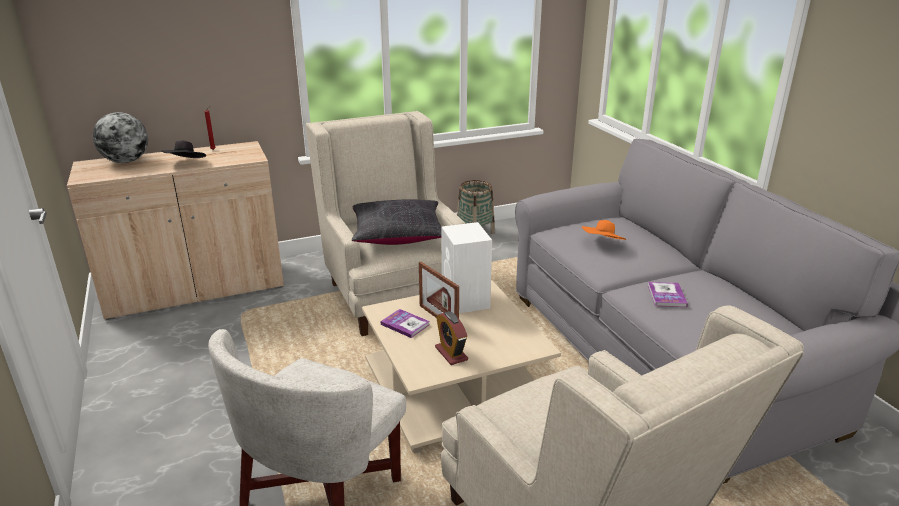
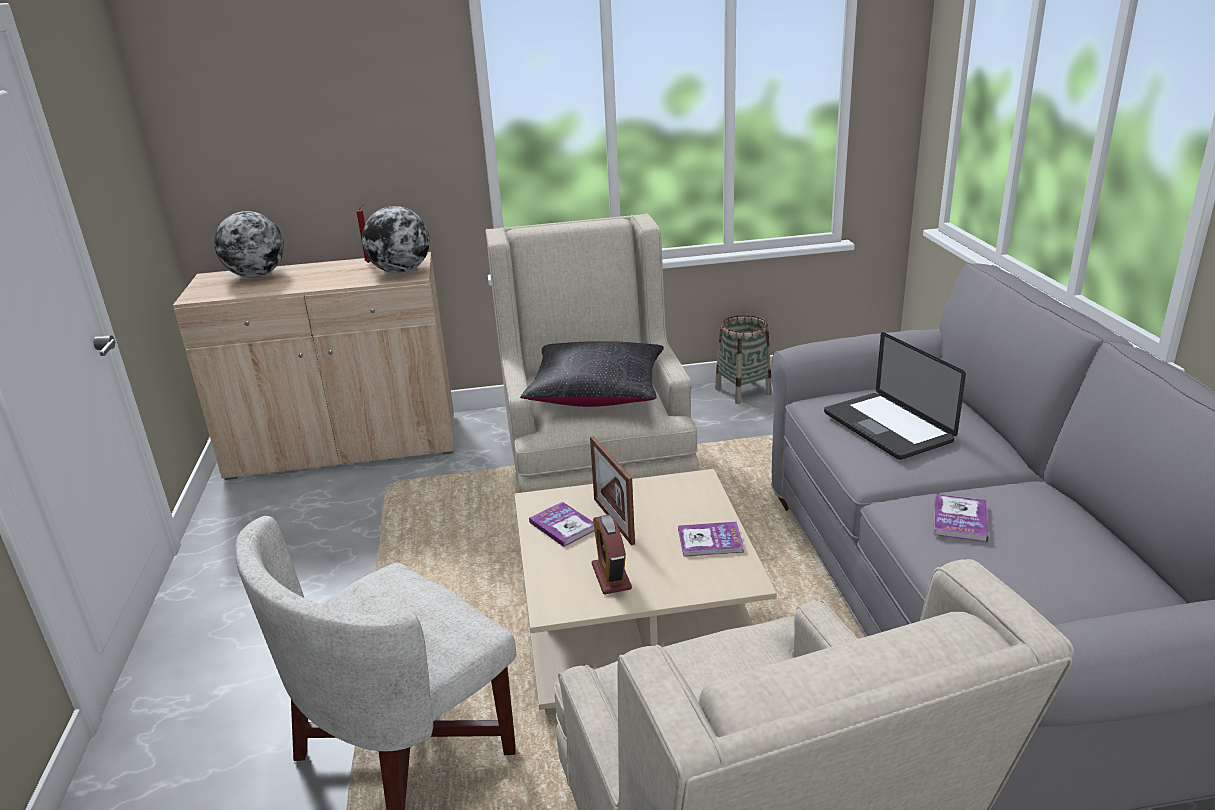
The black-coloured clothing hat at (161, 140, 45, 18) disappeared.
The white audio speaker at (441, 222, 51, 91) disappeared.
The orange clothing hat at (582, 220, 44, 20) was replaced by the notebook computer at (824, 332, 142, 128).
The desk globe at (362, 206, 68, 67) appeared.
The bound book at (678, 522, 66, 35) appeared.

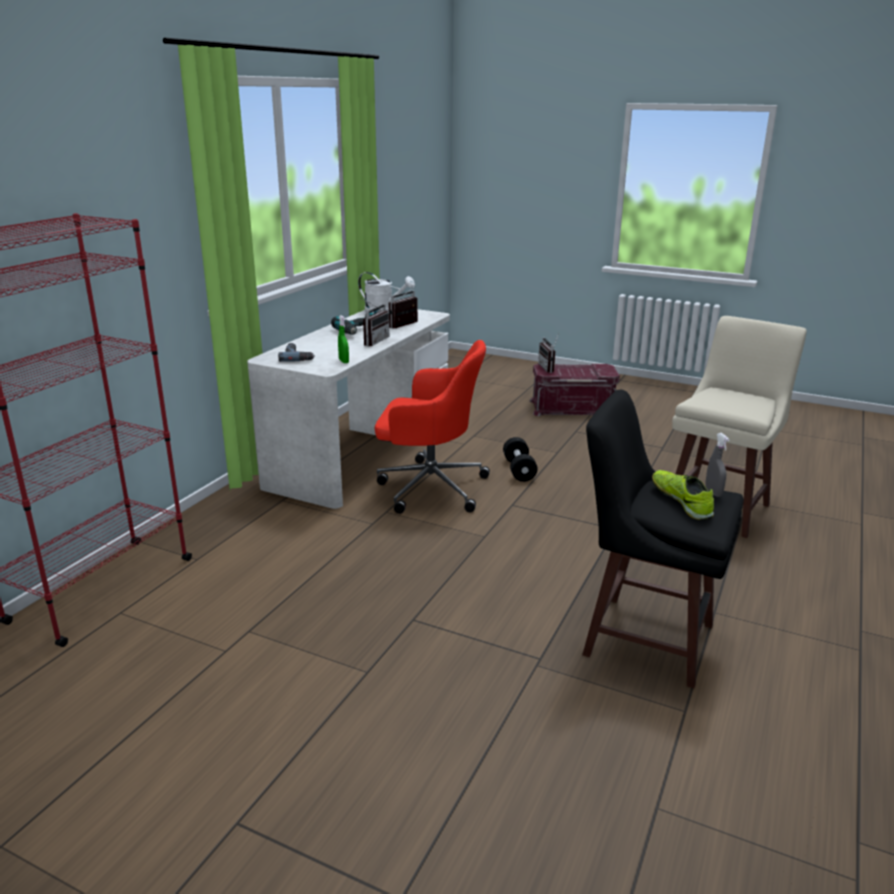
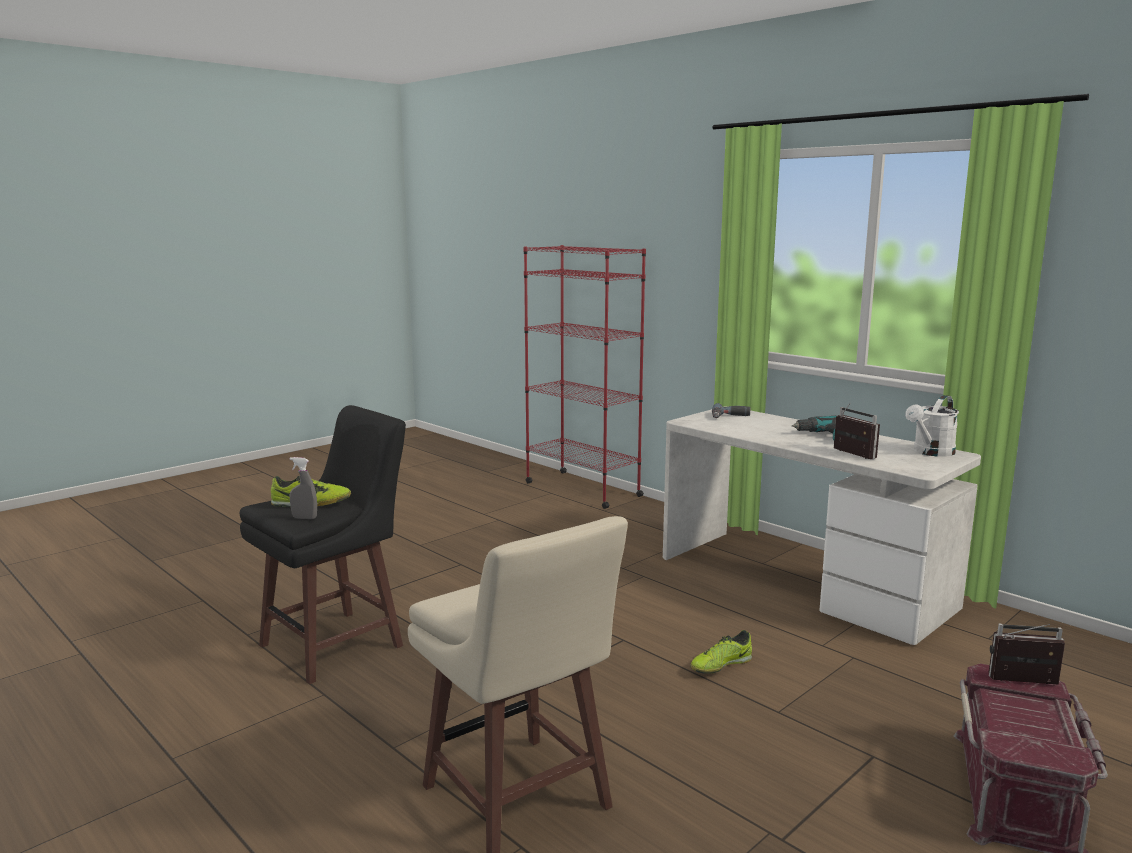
The greenish hand sprayer at (338, 315, 11, 48) disappeared.
The radio at (361, 298, 28, 49) disappeared.
The red office chair at (375, 340, 115, 174) disappeared.
The black-coloured free weight at (503, 437, 35, 45) was replaced by the item of footwear at (690, 630, 62, 44).

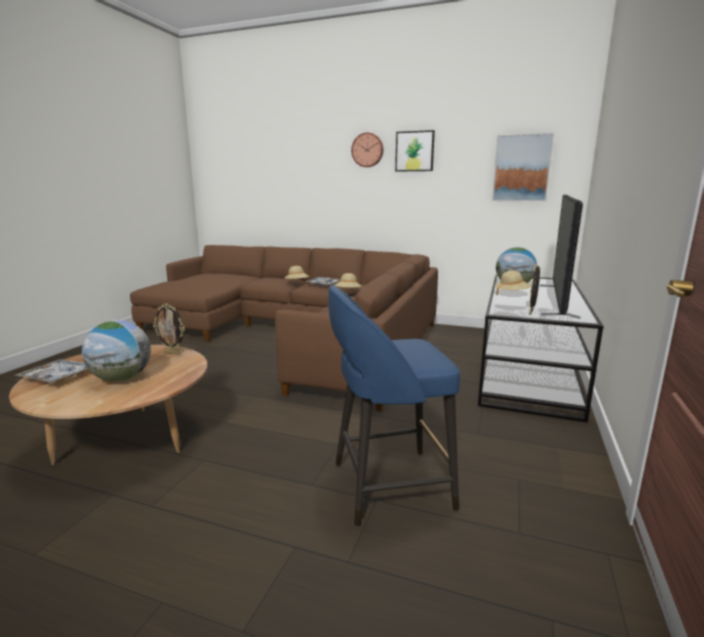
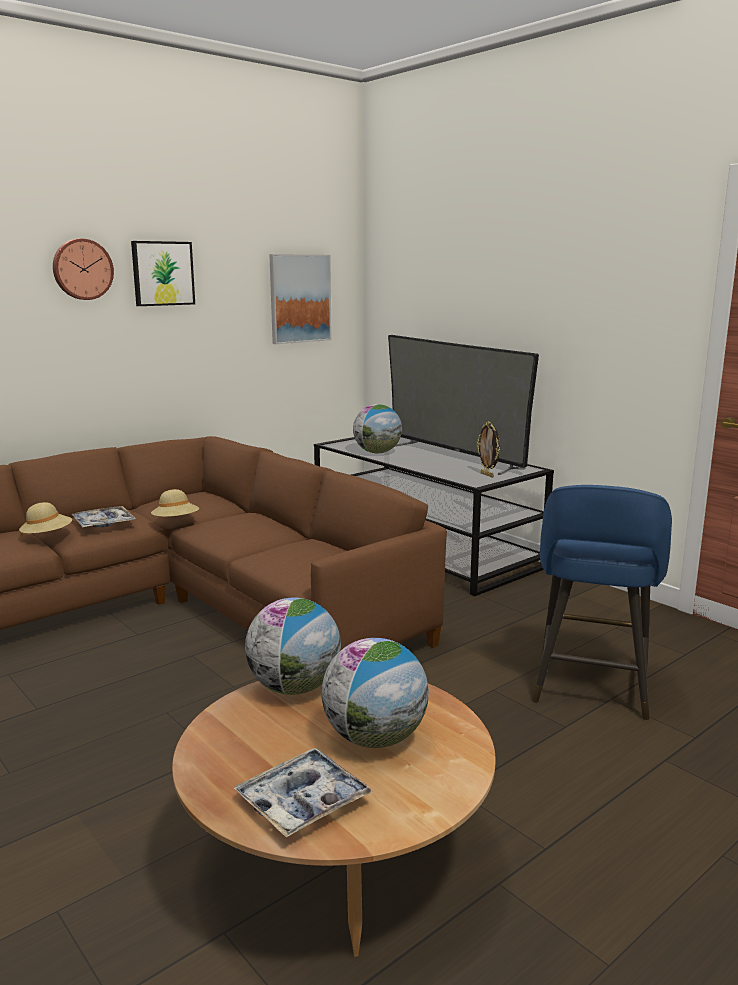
The photo frame at (153, 303, 32, 52) was replaced by the desk globe at (245, 597, 96, 98).
The beige clothing hat at (494, 271, 37, 24) disappeared.

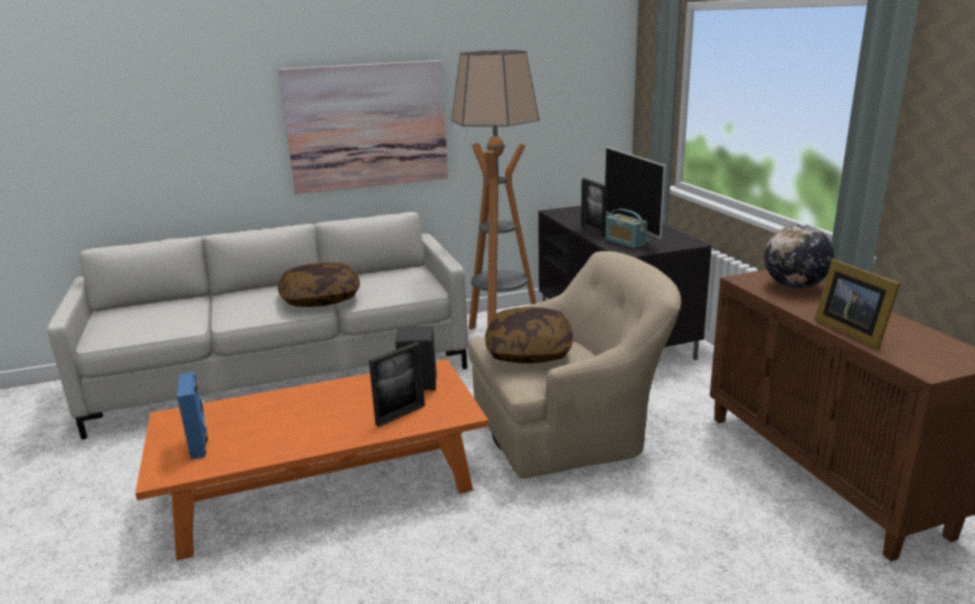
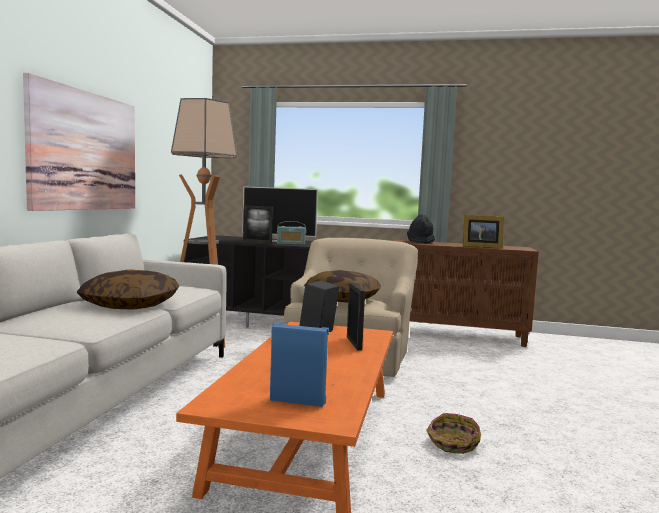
The desk globe at (764, 224, 70, 65) was replaced by the black-coloured clothing hat at (407, 214, 28, 30).
The basket at (426, 413, 55, 41) appeared.

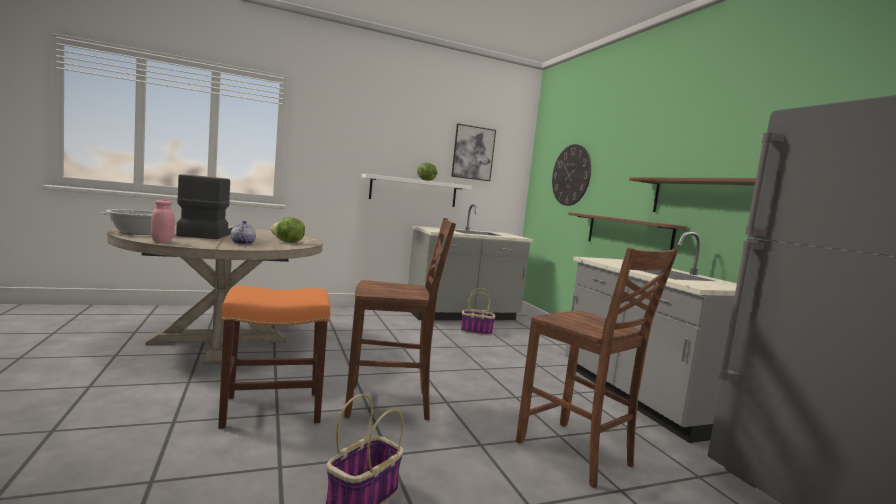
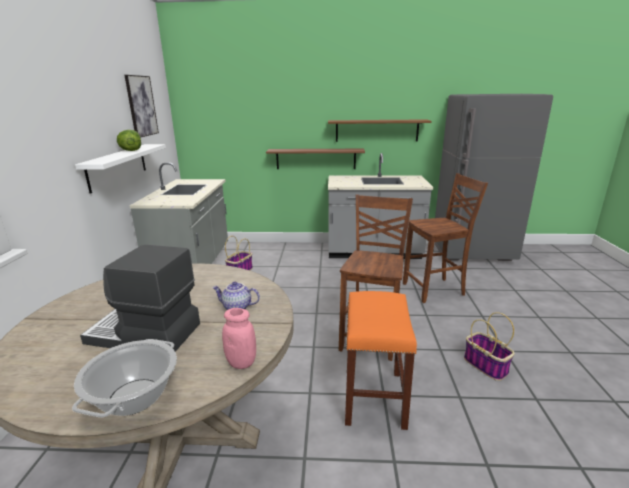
The head of lettuce at (271, 217, 34, 26) disappeared.
The wall clock at (552, 144, 39, 62) disappeared.

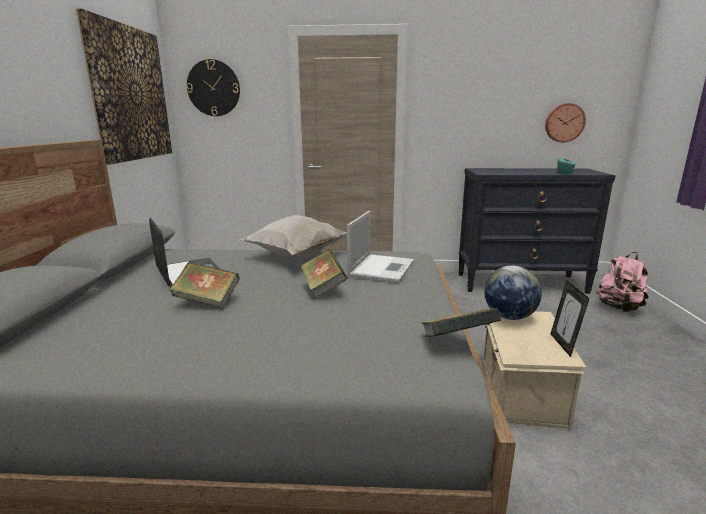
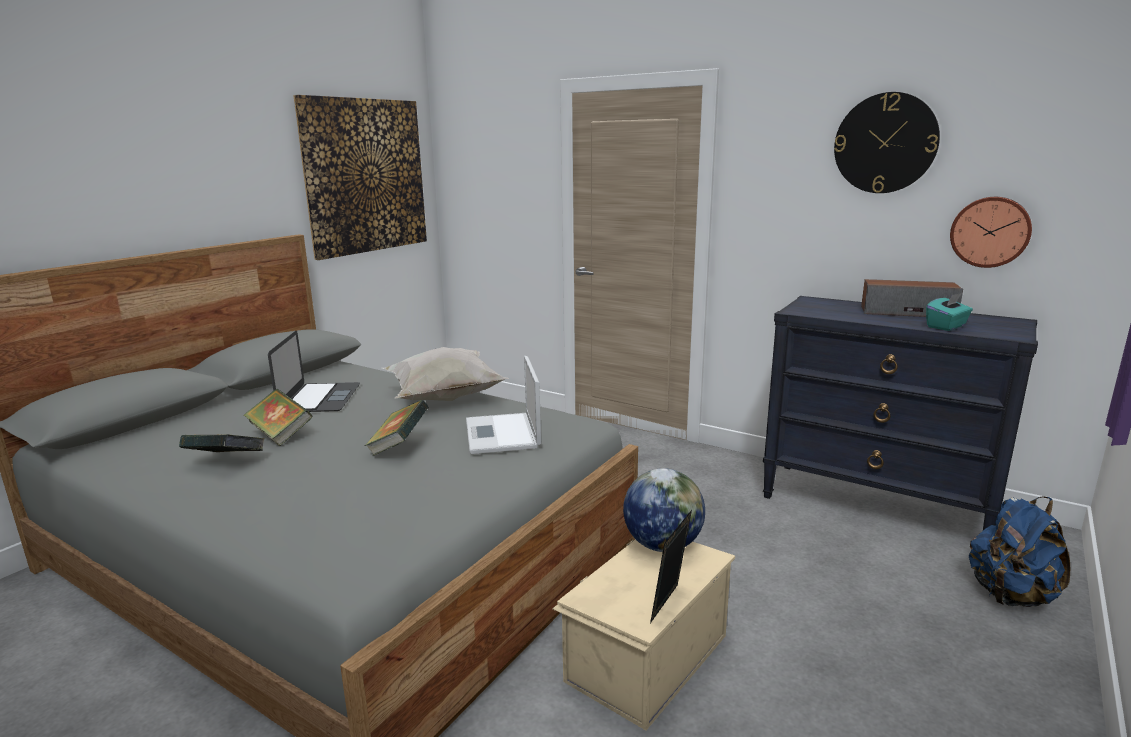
The wall clock moved from (186, 59, 54, 57) to (834, 92, 106, 101).
The notebook computer at (347, 211, 67, 71) turned 120 degrees clockwise.
The bound book moved from (421, 308, 80, 29) to (179, 434, 85, 18).
The pinkish backpack at (596, 252, 53, 60) became the blue-coloured backpack at (969, 496, 101, 111).
The audio speaker at (861, 279, 102, 38) appeared.

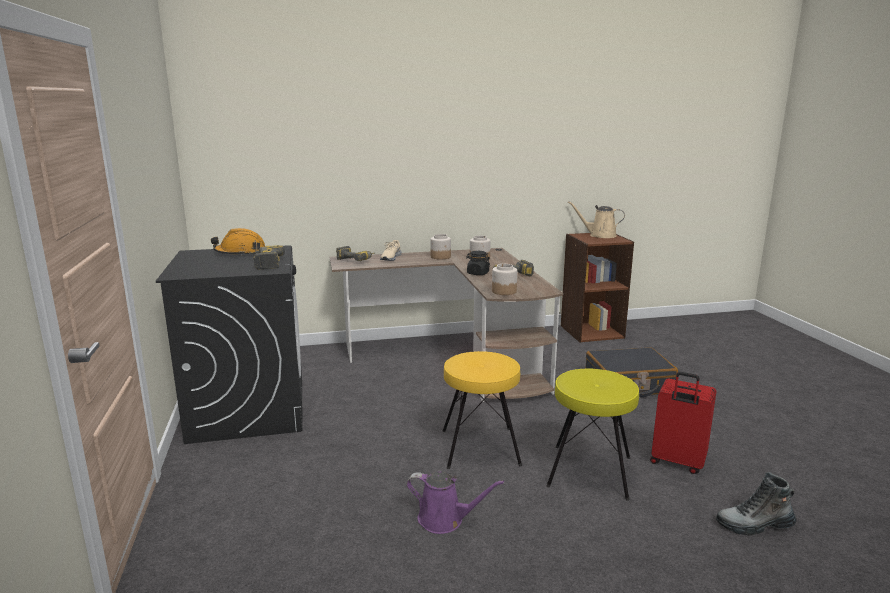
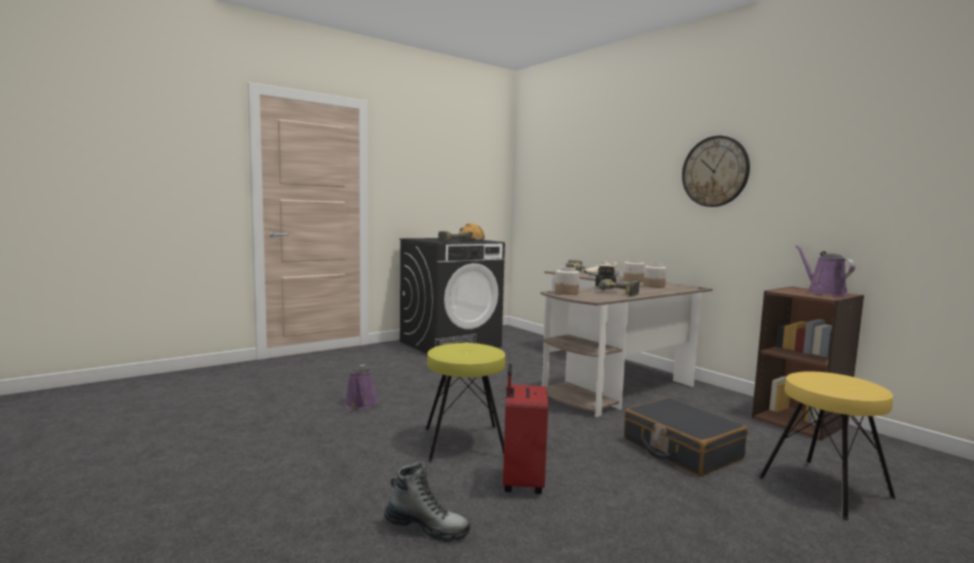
The yellow-coloured stool seat moved from (443, 351, 79, 118) to (759, 372, 137, 149).
The beige sprinkling can at (568, 201, 57, 37) became the purple sprinkling can at (795, 245, 60, 51).
The boot at (716, 472, 81, 64) turned 135 degrees clockwise.
The wall clock at (682, 136, 68, 71) appeared.

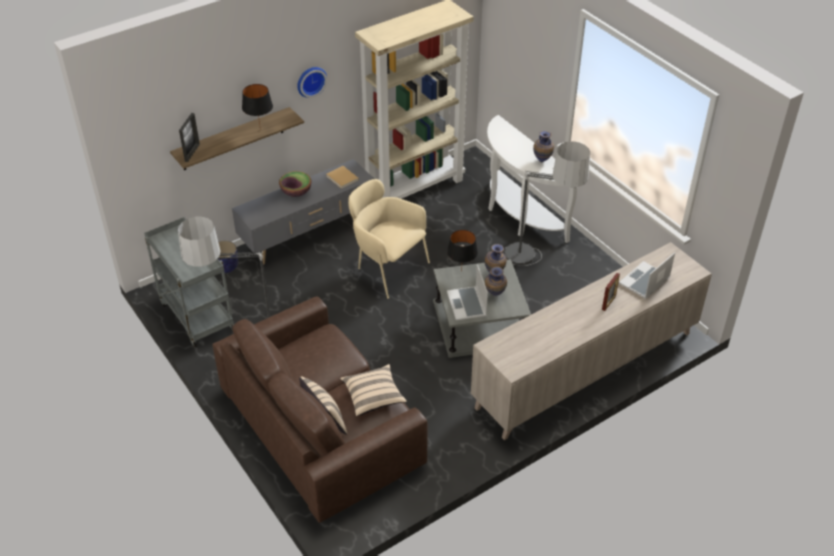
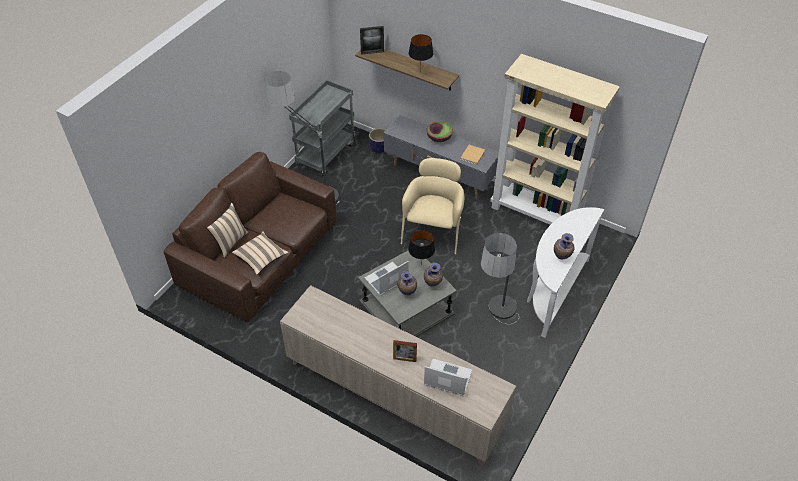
The wall clock at (297, 67, 30, 31) disappeared.

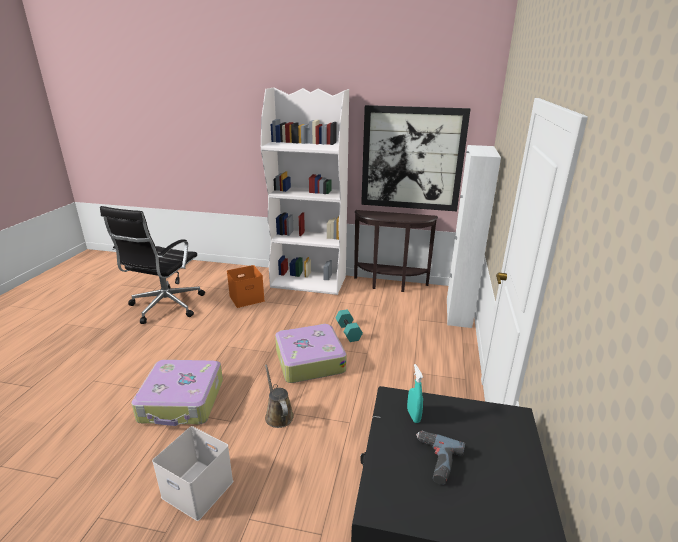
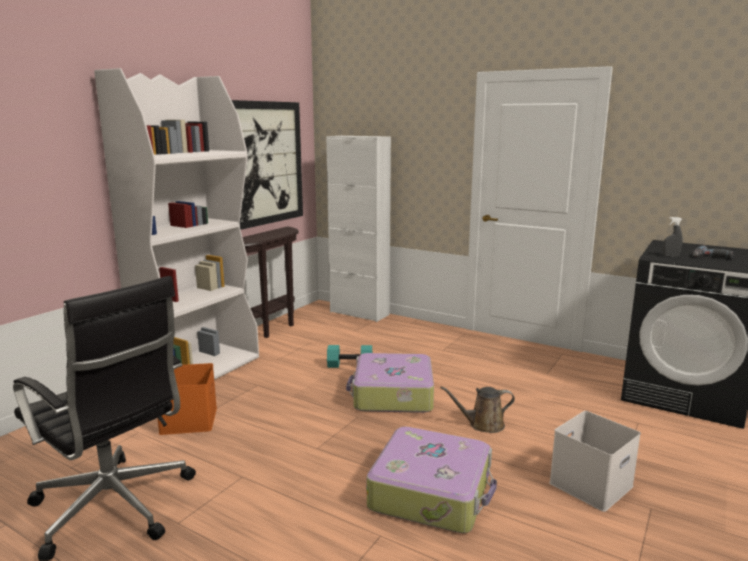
The turquoise hand sprayer at (407, 364, 16, 59) became the greyish hand sprayer at (663, 217, 20, 40).

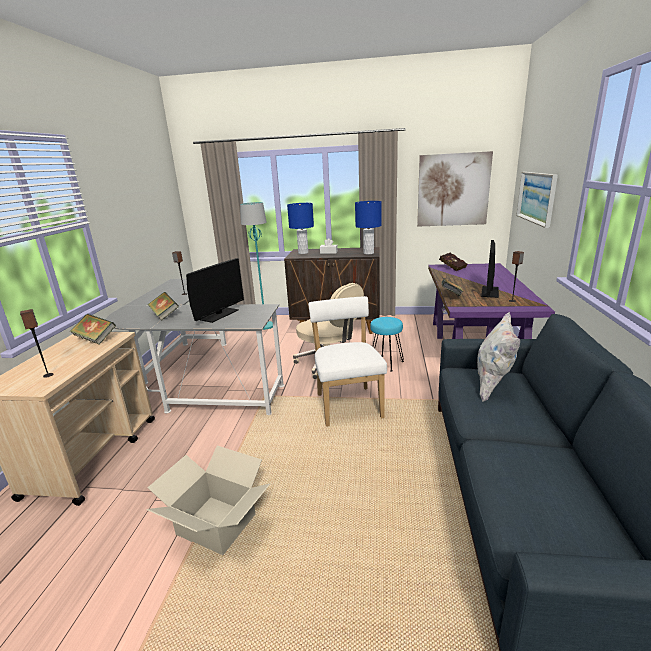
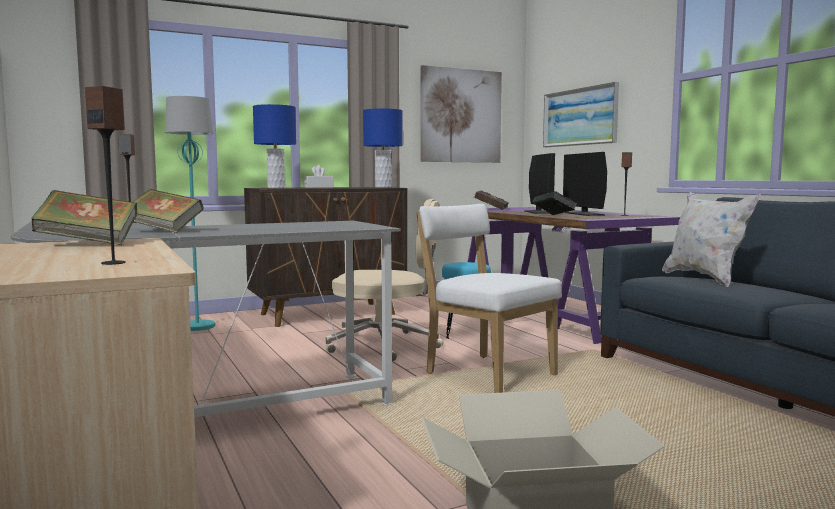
The monitor moved from (186, 258, 58, 65) to (524, 153, 31, 61).

